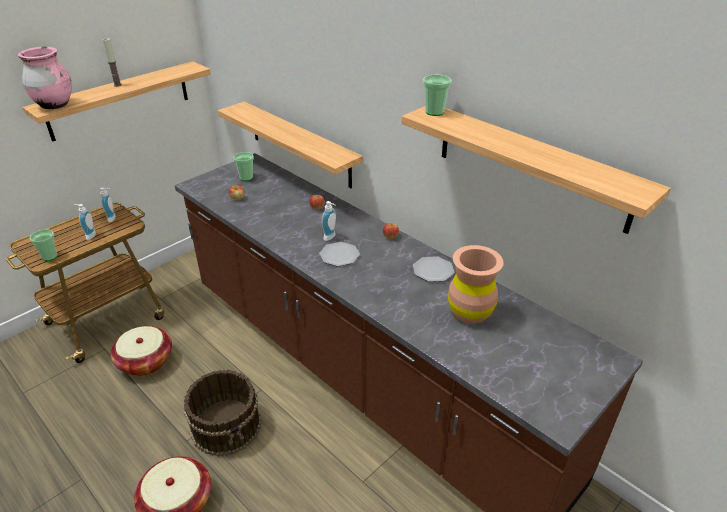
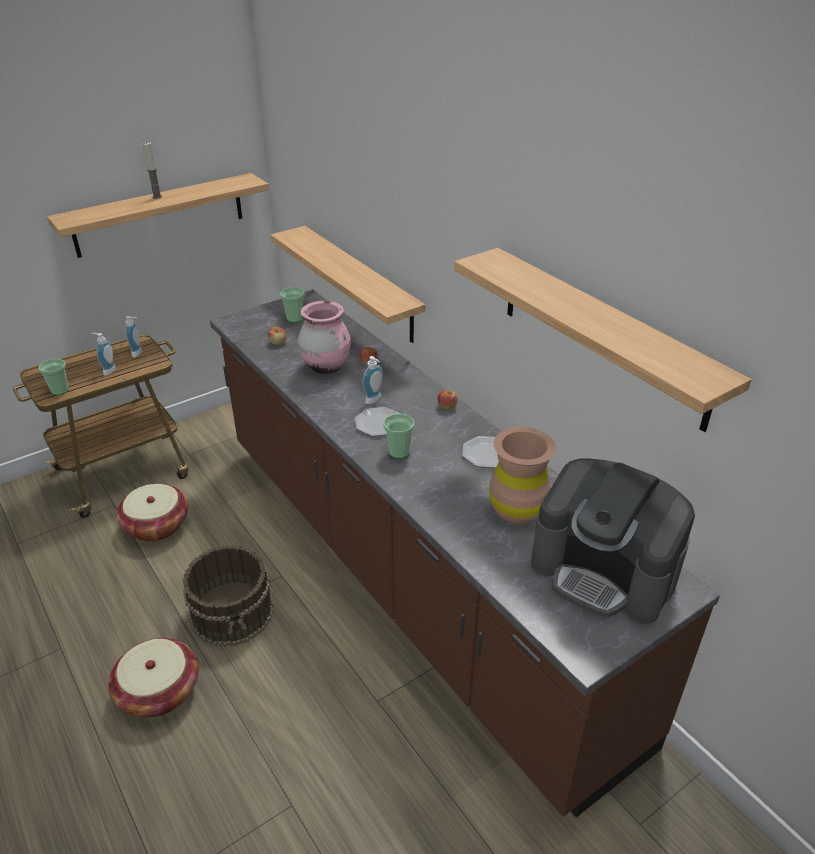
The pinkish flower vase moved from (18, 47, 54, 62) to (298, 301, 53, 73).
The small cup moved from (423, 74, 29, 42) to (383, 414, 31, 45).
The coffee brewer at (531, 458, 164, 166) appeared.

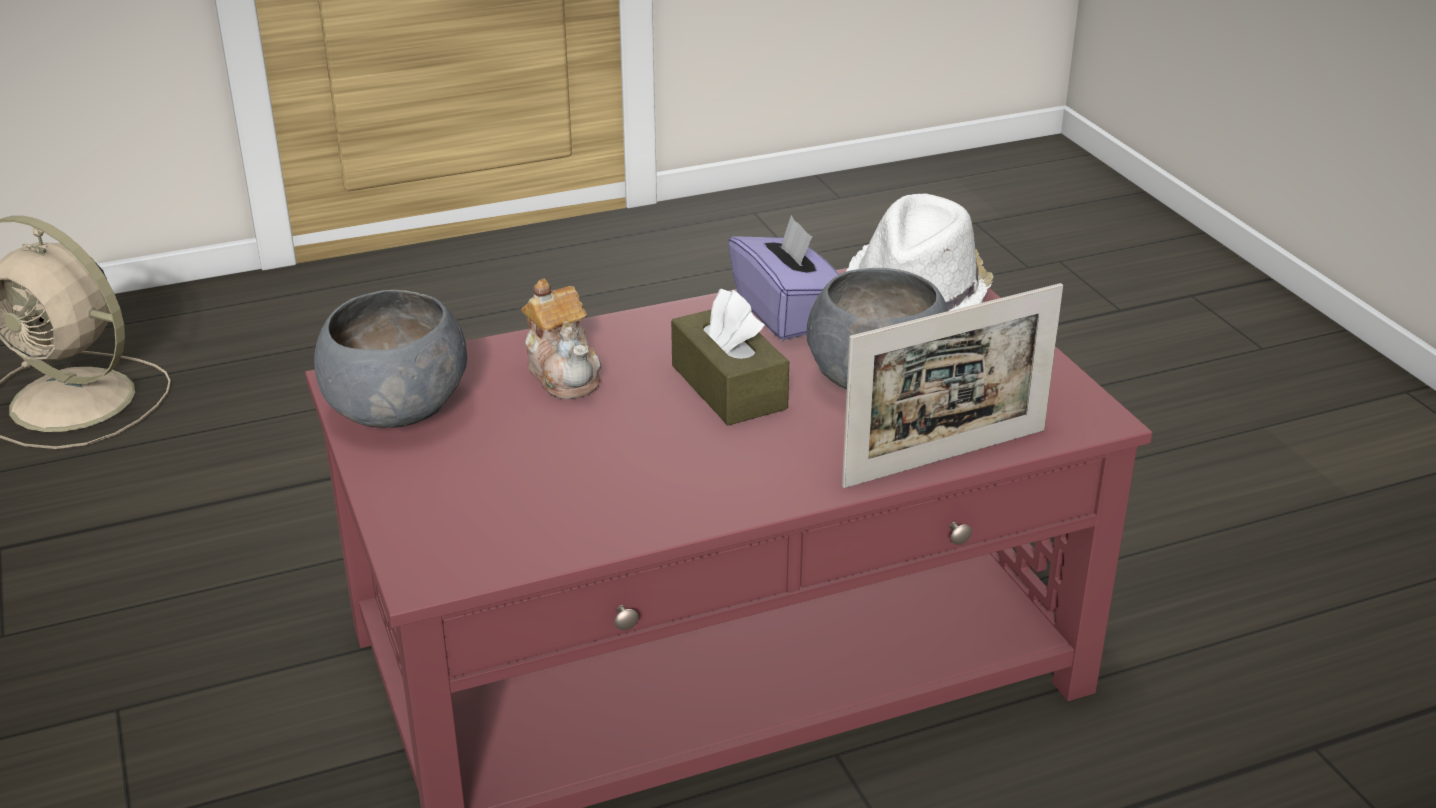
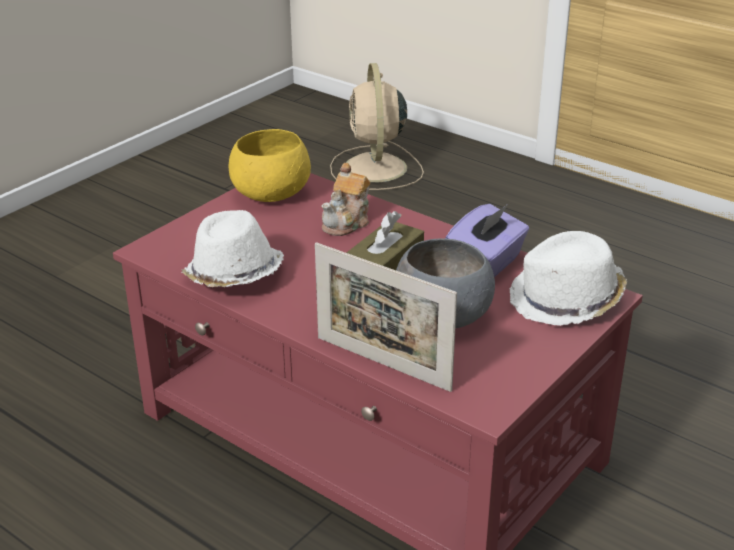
The greyish serving bowl at (314, 290, 153, 138) became the yellow-coloured serving bowl at (229, 129, 82, 73).
The white clothing hat at (181, 210, 103, 77) appeared.

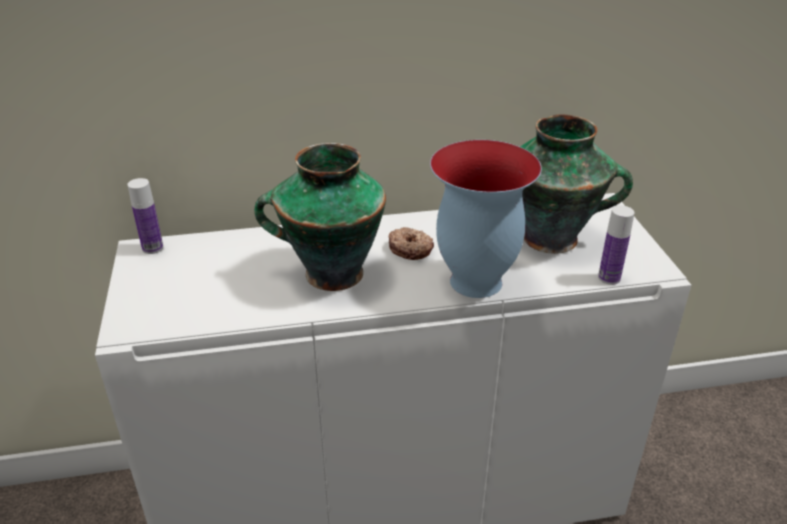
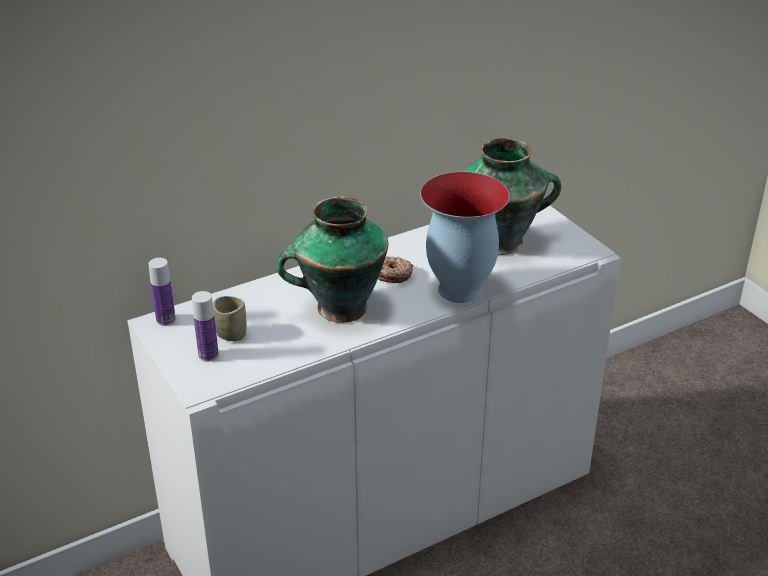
The bottle moved from (598, 205, 37, 80) to (192, 291, 27, 71).
The small cup at (213, 296, 33, 45) appeared.

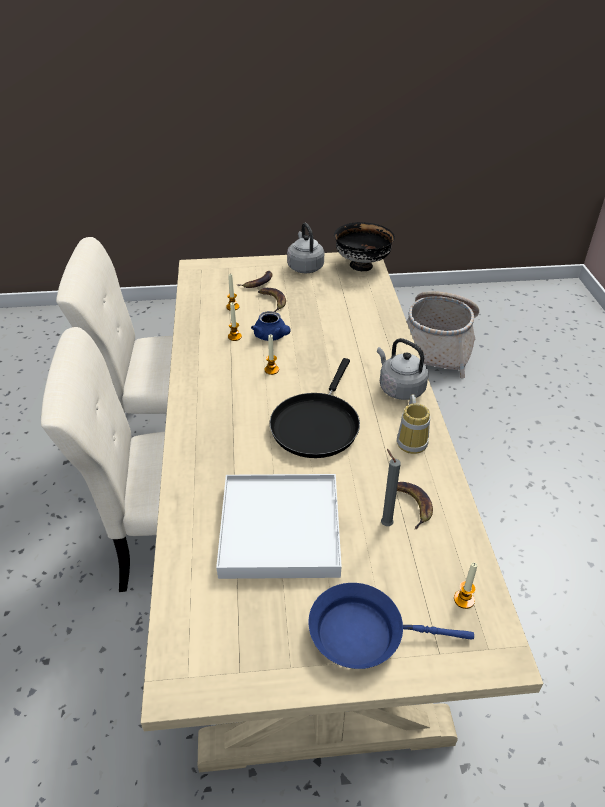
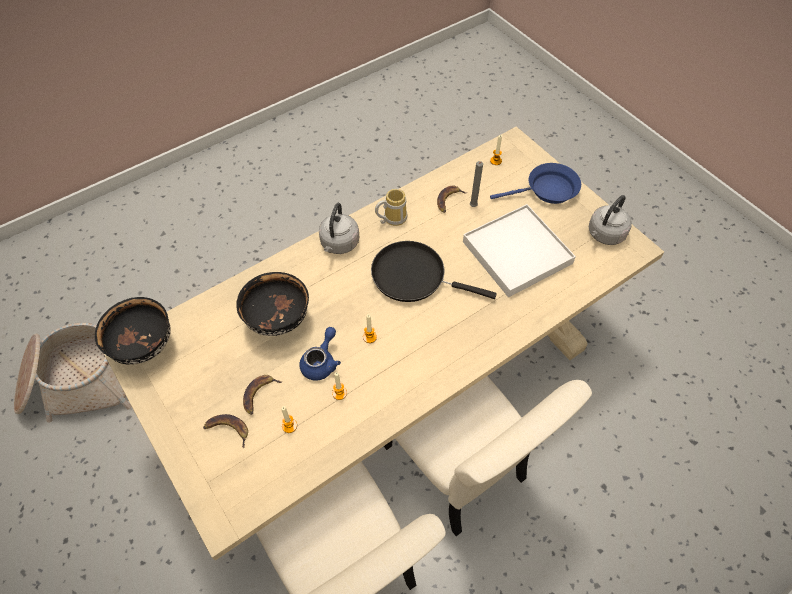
The black-coloured pan at (270, 358, 90, 100) turned 150 degrees counterclockwise.
The greyish tea kettle moved from (287, 223, 37, 50) to (589, 195, 43, 50).
The blue-coloured pan at (308, 583, 166, 86) turned 75 degrees counterclockwise.
The black-coloured serving bowl at (236, 272, 73, 64) appeared.

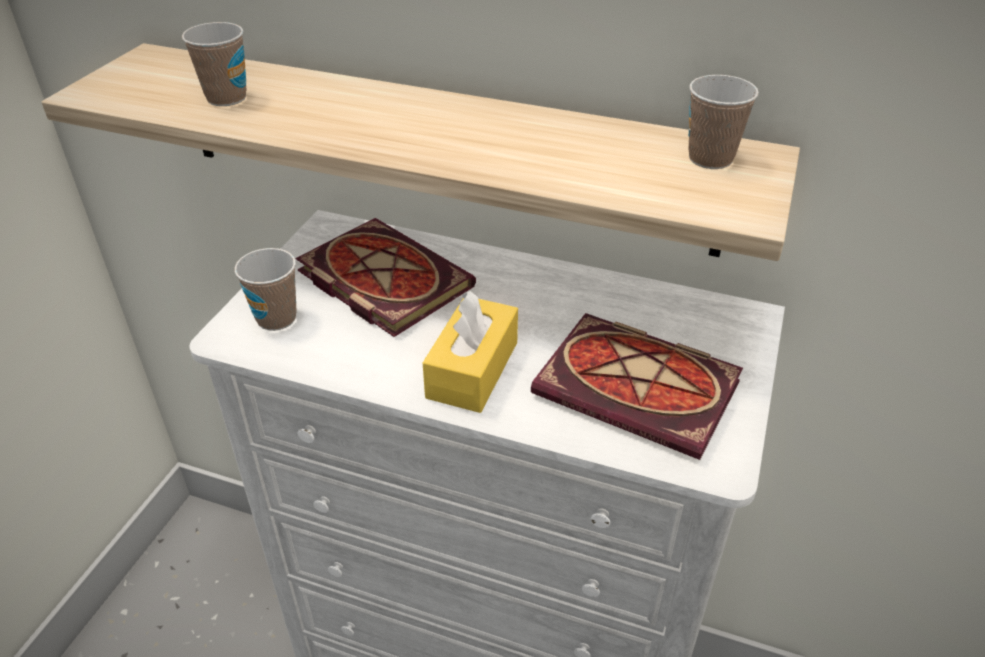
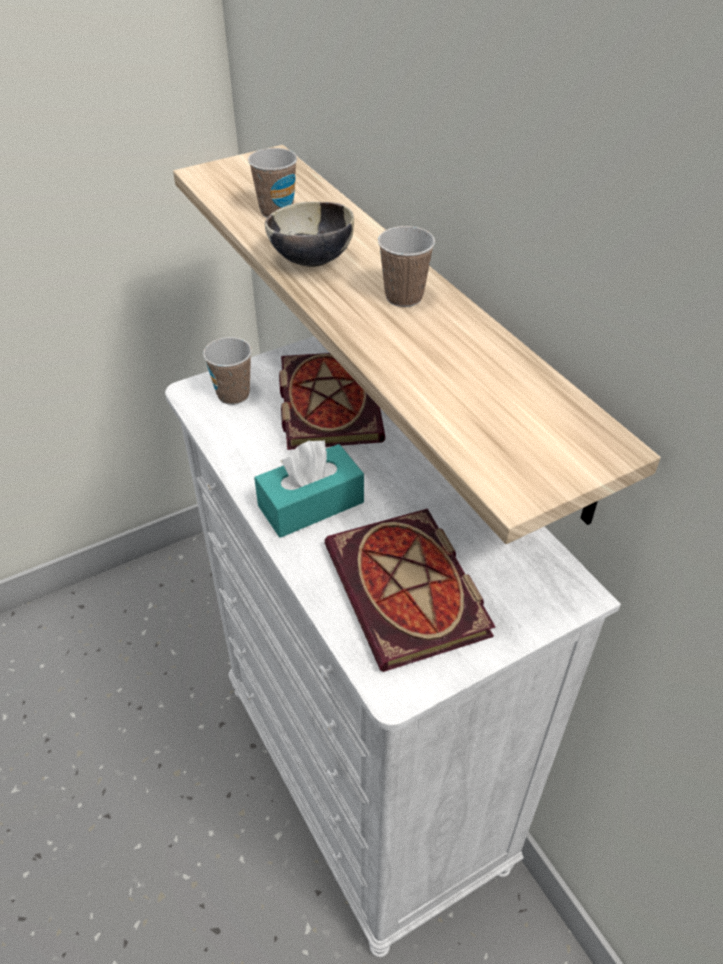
The yellow-coloured tissue box at (423, 291, 95, 122) became the turquoise tissue box at (254, 440, 110, 98).
The small cup moved from (688, 75, 71, 94) to (378, 226, 57, 81).
The serving bowl at (265, 202, 89, 65) appeared.

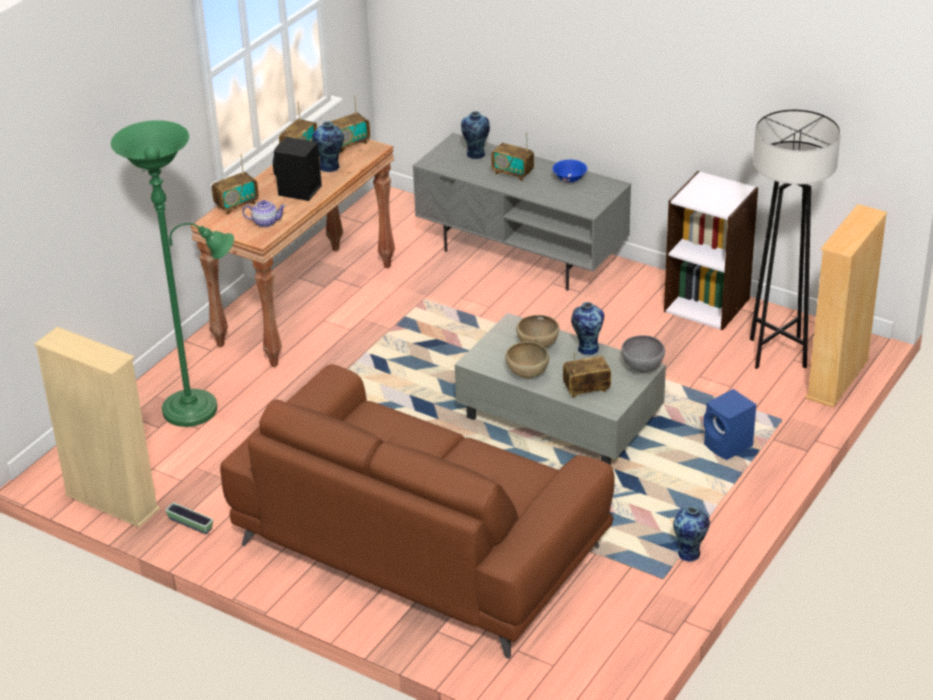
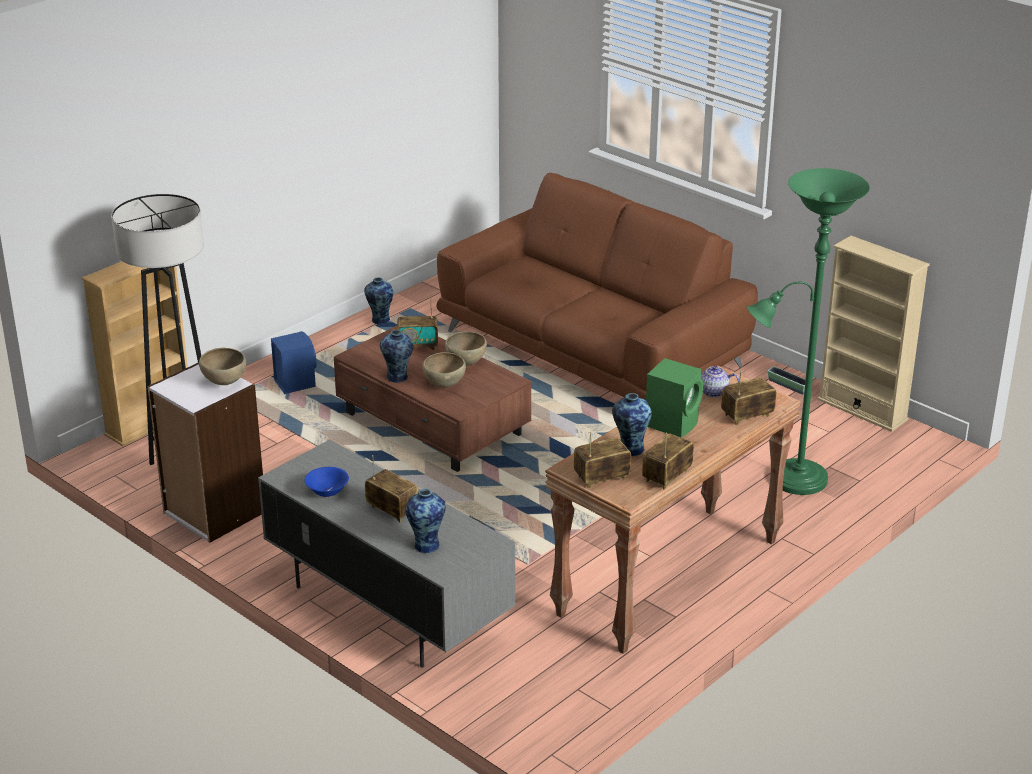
The black-coloured audio speaker at (273, 137, 49, 64) became the greenish audio speaker at (646, 358, 57, 80).
The greyish lounge table at (455, 313, 211, 152) became the brown lounge table at (334, 326, 197, 146).
The greyish serving bowl at (621, 335, 44, 37) disappeared.
The brown serving bowl at (199, 348, 47, 37) appeared.

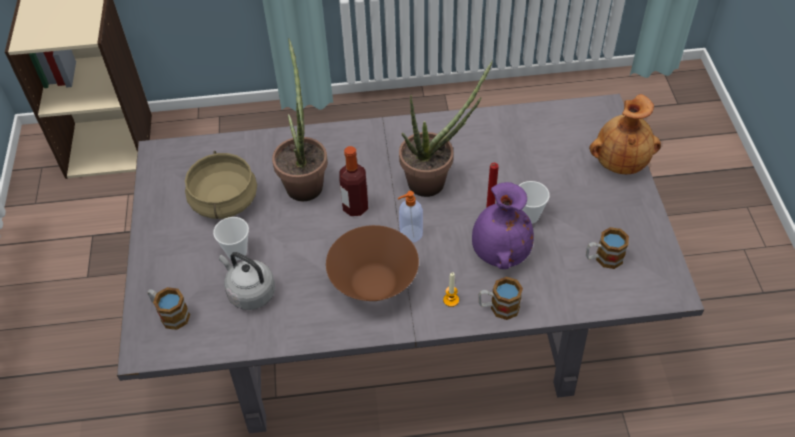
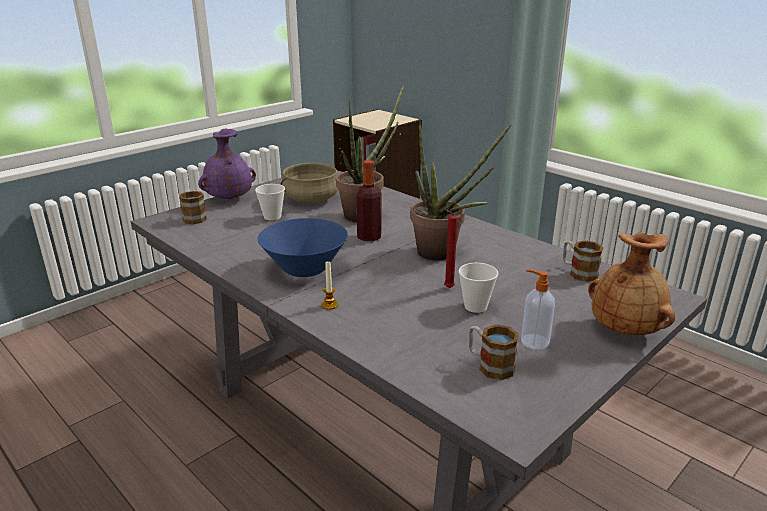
The greyish tea kettle at (219, 252, 56, 58) disappeared.
The brown serving bowl at (326, 225, 93, 76) became the blue-coloured serving bowl at (258, 218, 90, 59).
The soap dispenser moved from (398, 191, 25, 52) to (521, 270, 34, 80).
The purple flower vase moved from (472, 182, 62, 87) to (198, 129, 58, 70).
The mug moved from (478, 277, 45, 43) to (563, 240, 41, 42).

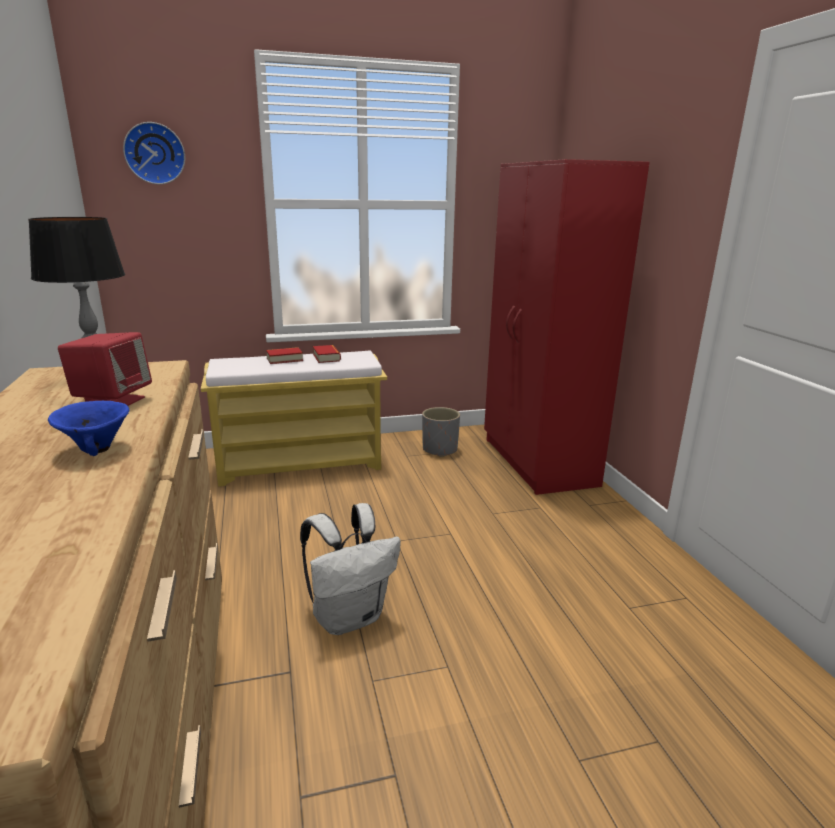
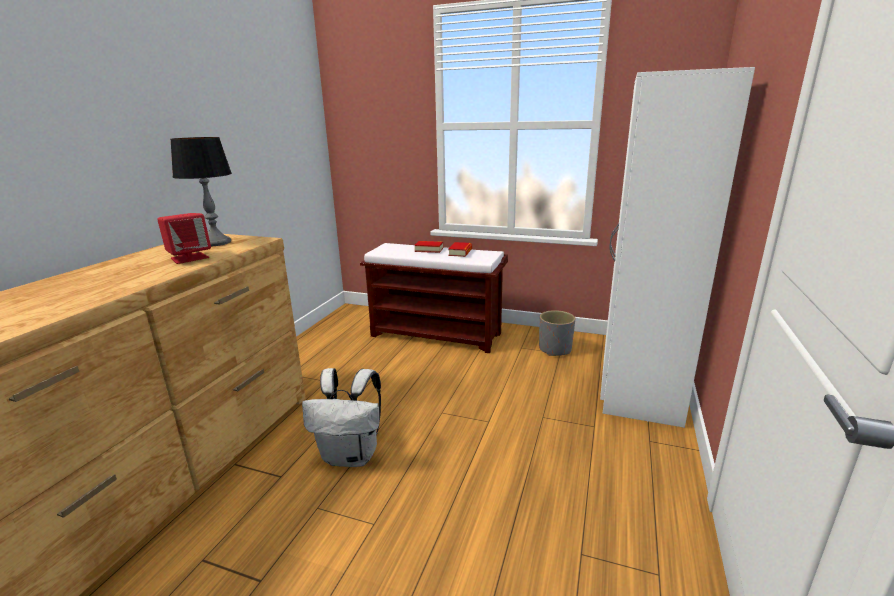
The blue-coloured serving bowl at (48, 401, 81, 55) disappeared.
The wall clock at (123, 122, 62, 63) disappeared.
The yellow-coloured long seat at (201, 351, 186, 135) became the brown long seat at (360, 243, 148, 110).
The red wardrobe at (484, 159, 165, 336) became the white wardrobe at (600, 67, 155, 361).

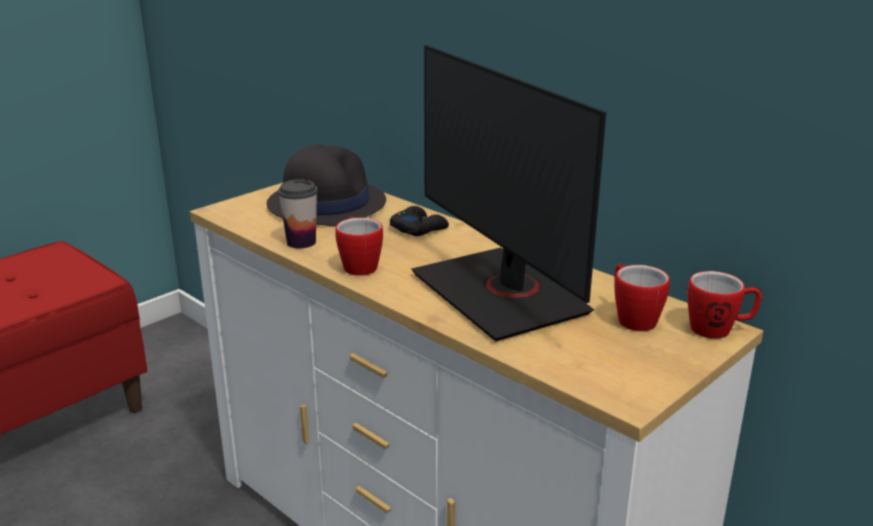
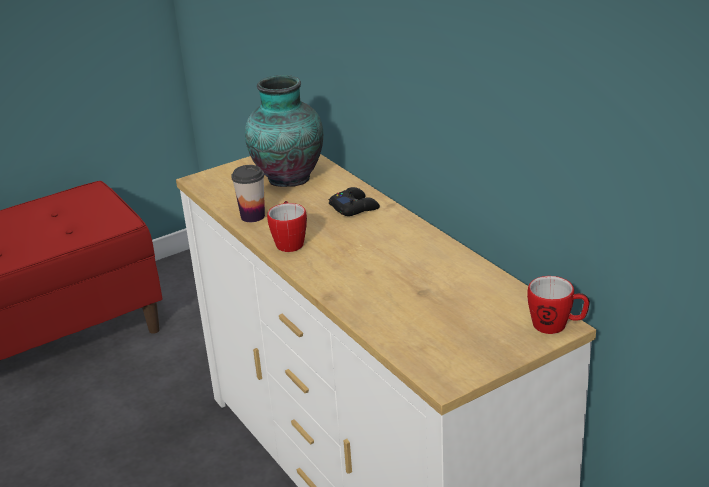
The black-coloured clothing hat at (267, 144, 119, 82) was replaced by the flower vase at (245, 75, 78, 112).
The monitor at (411, 45, 195, 296) disappeared.
The mug at (614, 263, 56, 68) disappeared.

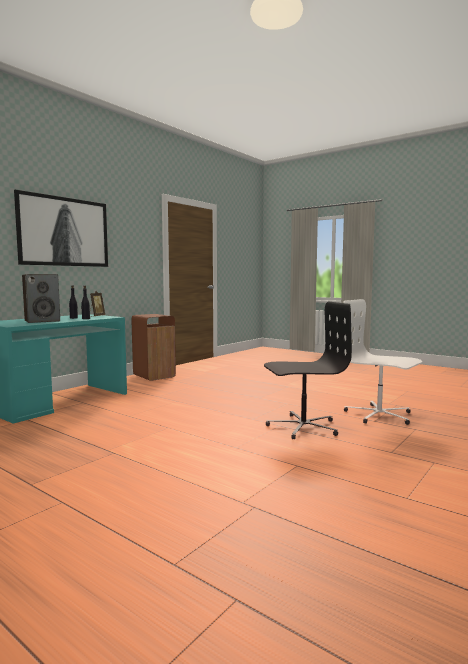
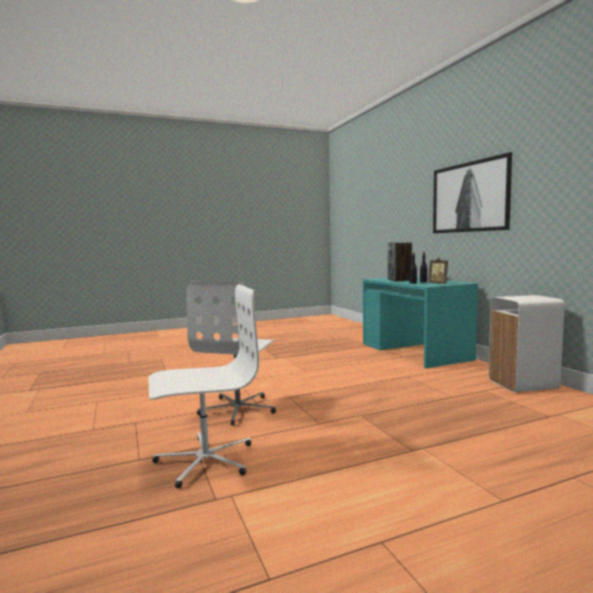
The brown trash can at (132, 314, 44, 67) became the white trash can at (489, 295, 76, 97).
The black-coloured office chair at (264, 301, 88, 138) became the white office chair at (187, 282, 89, 144).

